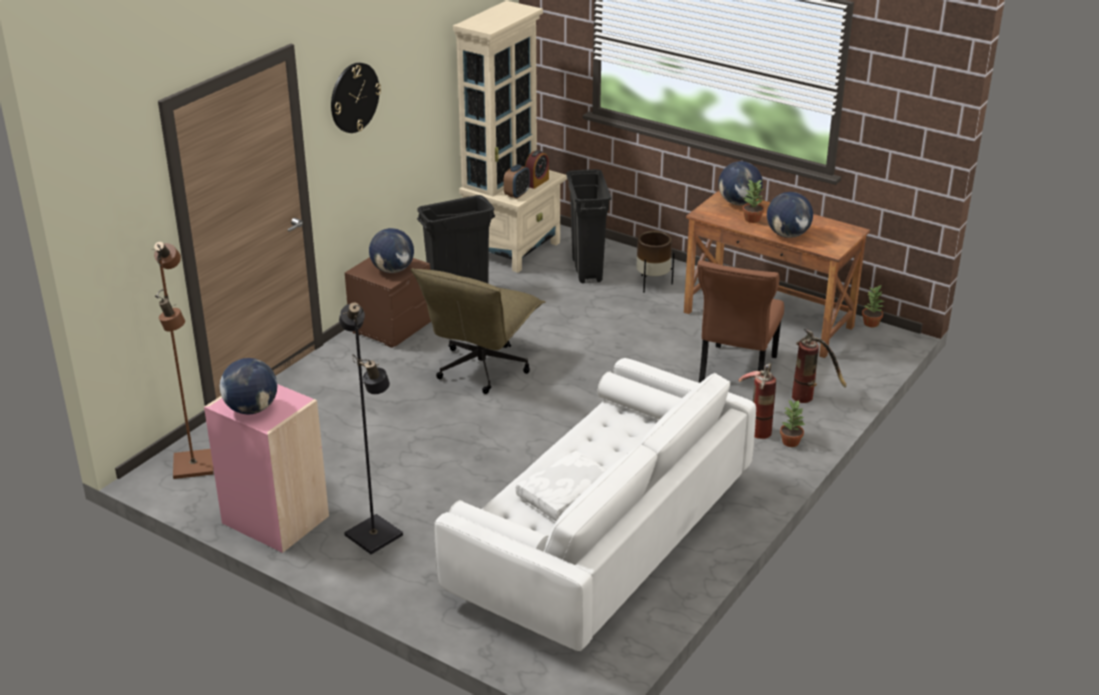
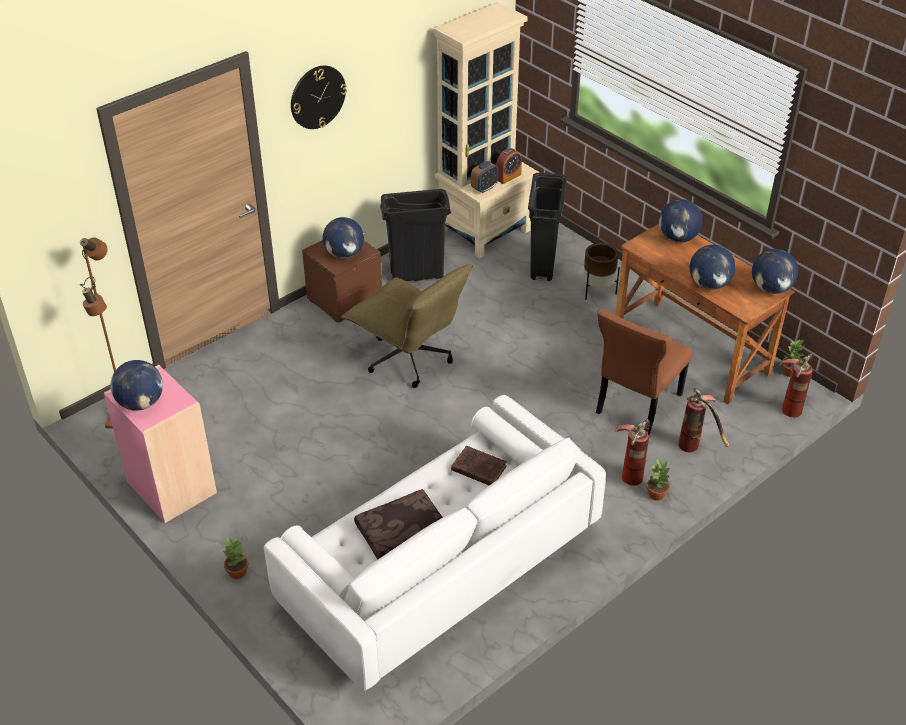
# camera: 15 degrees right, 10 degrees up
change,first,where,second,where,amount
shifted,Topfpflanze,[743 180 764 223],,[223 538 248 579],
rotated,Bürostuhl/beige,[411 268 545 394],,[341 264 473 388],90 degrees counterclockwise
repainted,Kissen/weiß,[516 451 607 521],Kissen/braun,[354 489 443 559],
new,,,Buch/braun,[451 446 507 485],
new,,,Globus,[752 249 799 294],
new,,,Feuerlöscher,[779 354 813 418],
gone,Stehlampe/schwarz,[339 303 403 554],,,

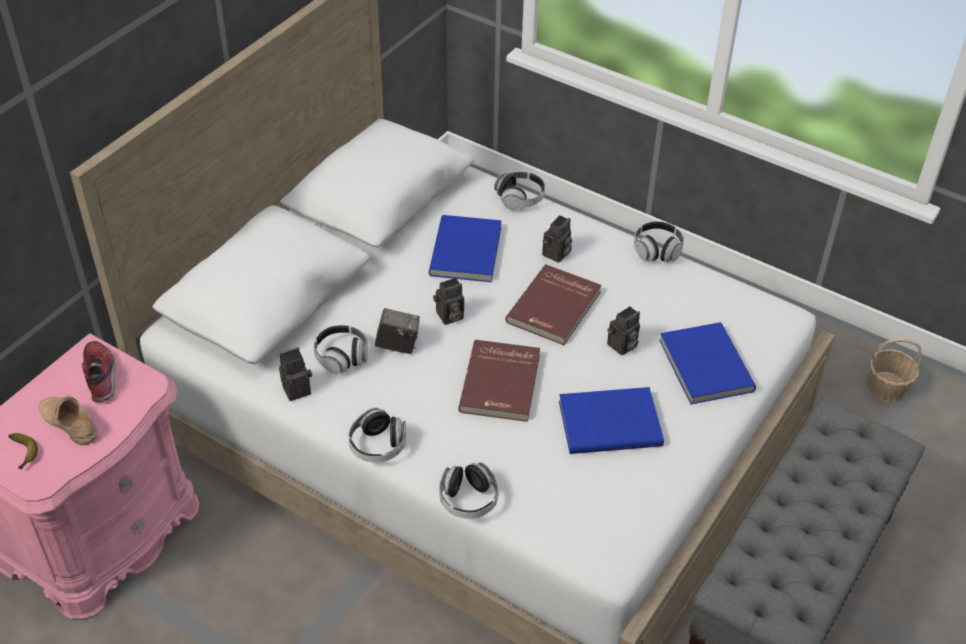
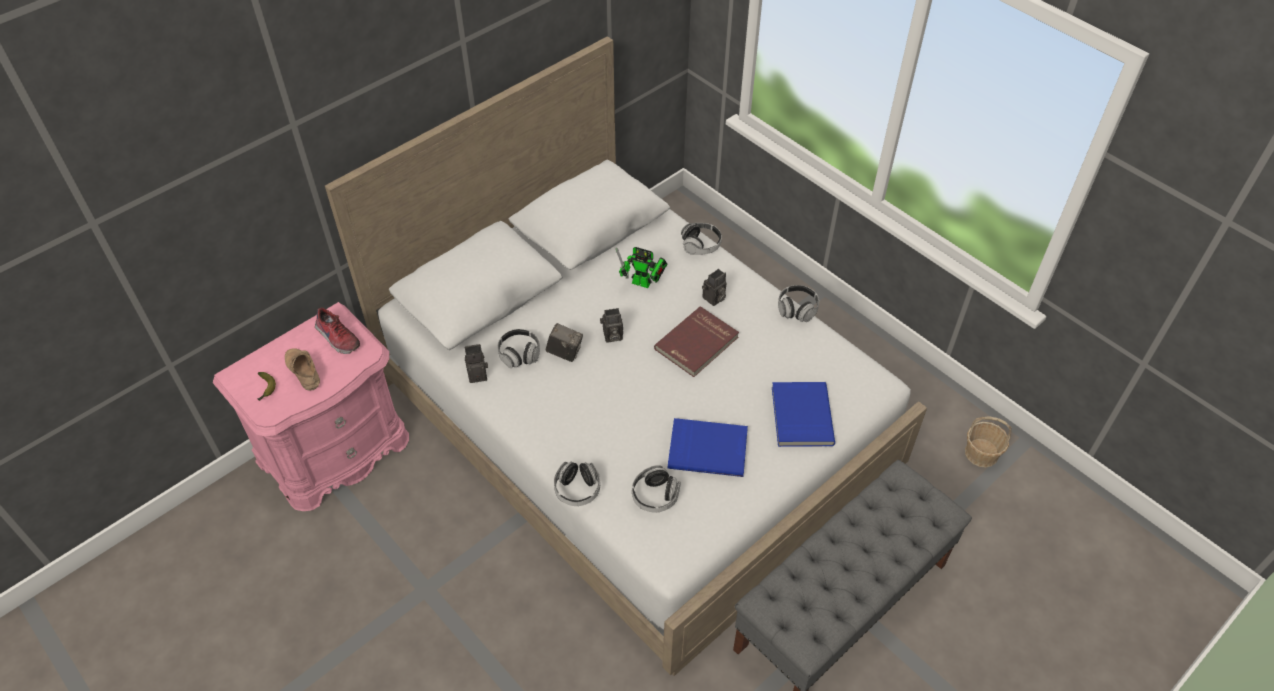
# camera: 15 degrees right, 5 degrees up
change,first,where,second,where,amount
rotated,Schuh,[82 341 116 403],,[315 308 360 354],135 degrees clockwise
swapped,Buch/blau,[429 215 501 282],Spielzeugroboter,[616 247 667 288],
shifted,Kopfhörer,[348 408 406 462],,[632 465 681 513],
gone,Buch/rot,[458 340 540 422],,,
gone,Kamera,[607 306 640 355],,,

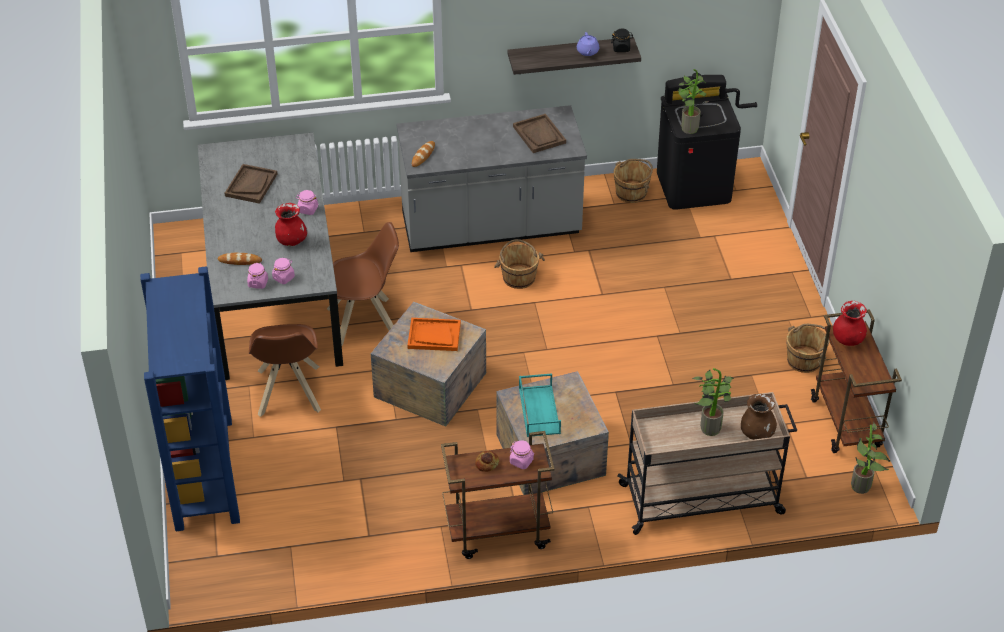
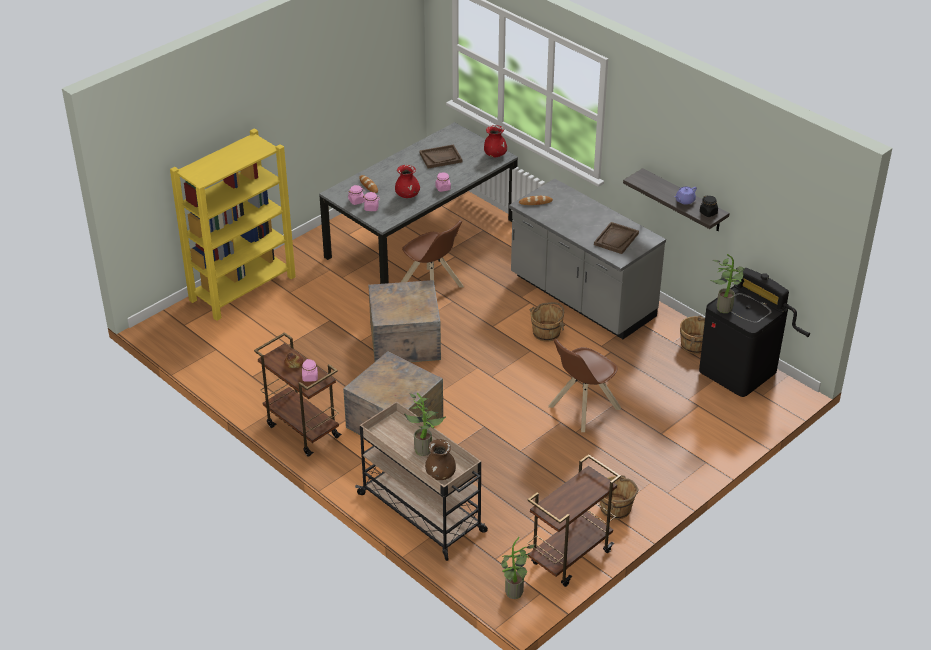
# camera: 55 degrees right, 5 degrees down
change,first,where,second,where,amount
repainted,Bücherregal/blau,[140 267 240 531],Bücherregal/gelb,[170 128 296 321],
shifted,Vase/rot,[833 301 867 346],,[484 125 507 157],
shifted,Stuhl/braun,[249 324 321 417],,[549 339 621 432],
gone,Tablett/orange,[407 318 461 351],,,
gone,Tablett/türkis,[519 373 561 437],,,

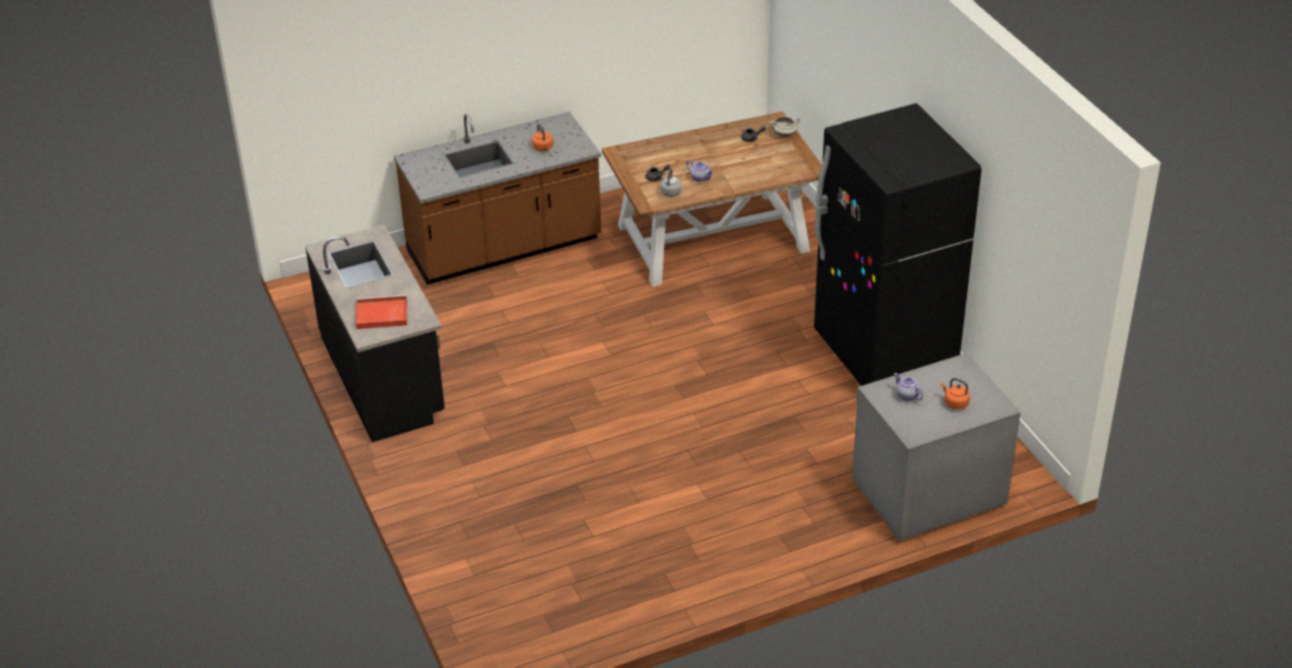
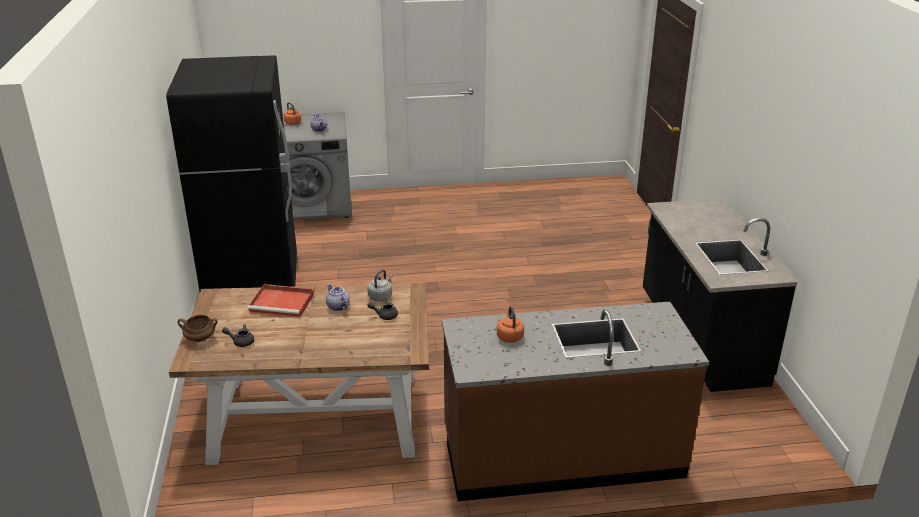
# camera: 165 degrees left, 10 degrees down
change,first,where,second,where,amount
repainted,Kochtopf/weiß,[770 116 800 138],Kochtopf/braun,[178 315 218 342],
shifted,Tablett/rot,[356 295 407 329],,[248 284 314 318],

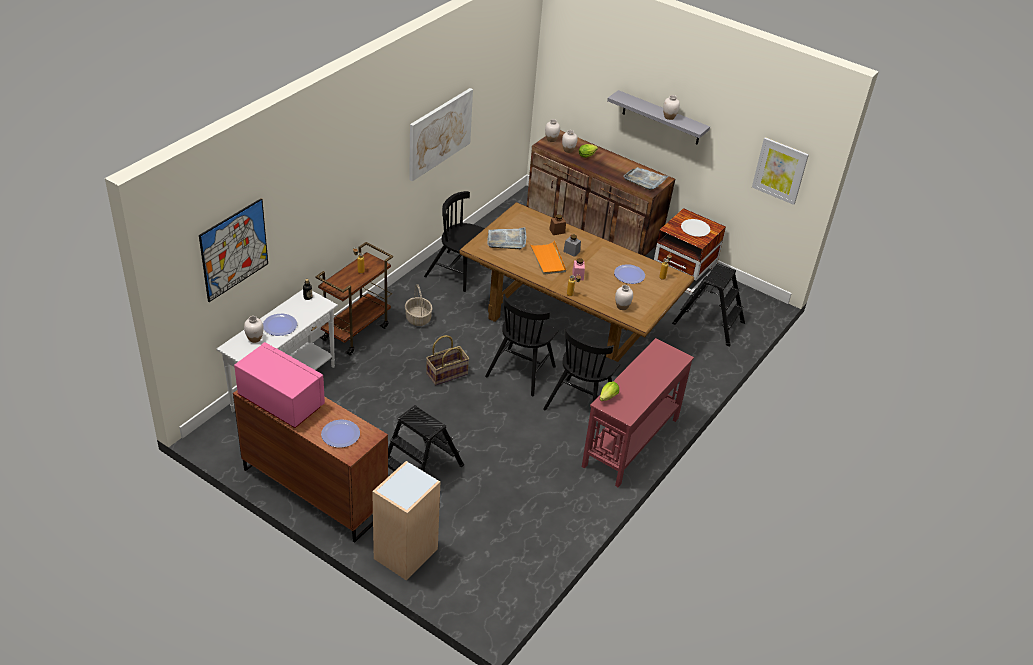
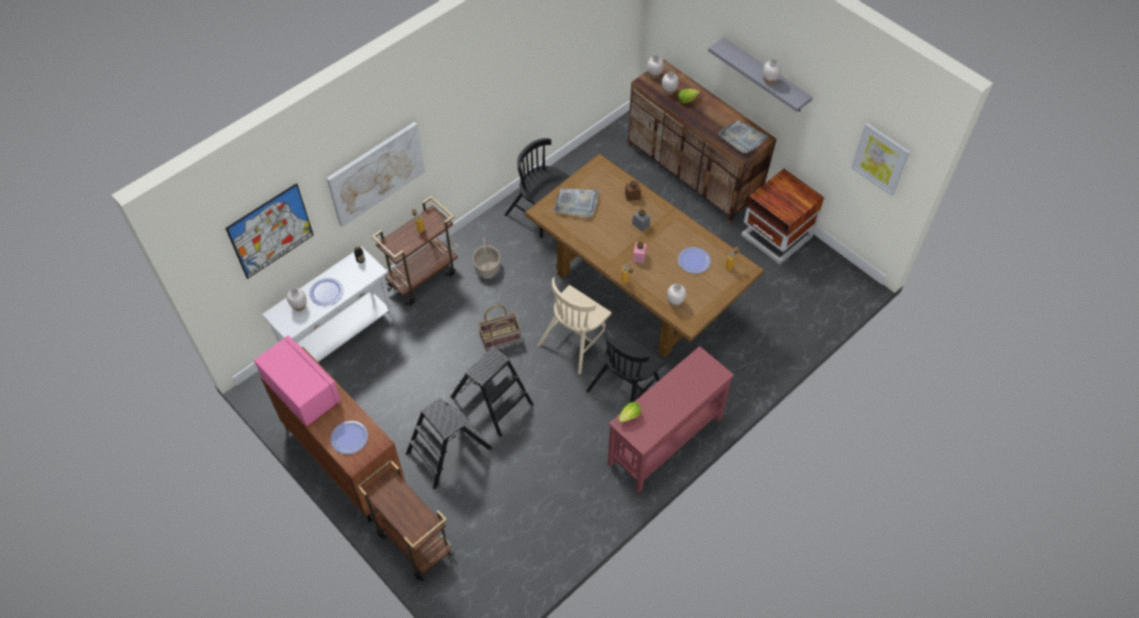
# camera: 15 degrees right, 15 degrees up
change,first,where,second,where,amount
shifted,Bild,[409 88 473 182],,[326 122 425 227],
swapped,Bücherregal,[372 461 440 581],Rollwagen/braun,[357 460 455 582],
shifted,Trittleiter/schwarz,[672 263 745 347],,[450 346 534 437],
repainted,Stuhl/schwarz,[485 294 559 396],Stuhl/beige,[538 277 612 374],
gone,Tablett/orange,[529 240 566 275],,,
gone,Teller/weiß,[681 219 710 237],,,

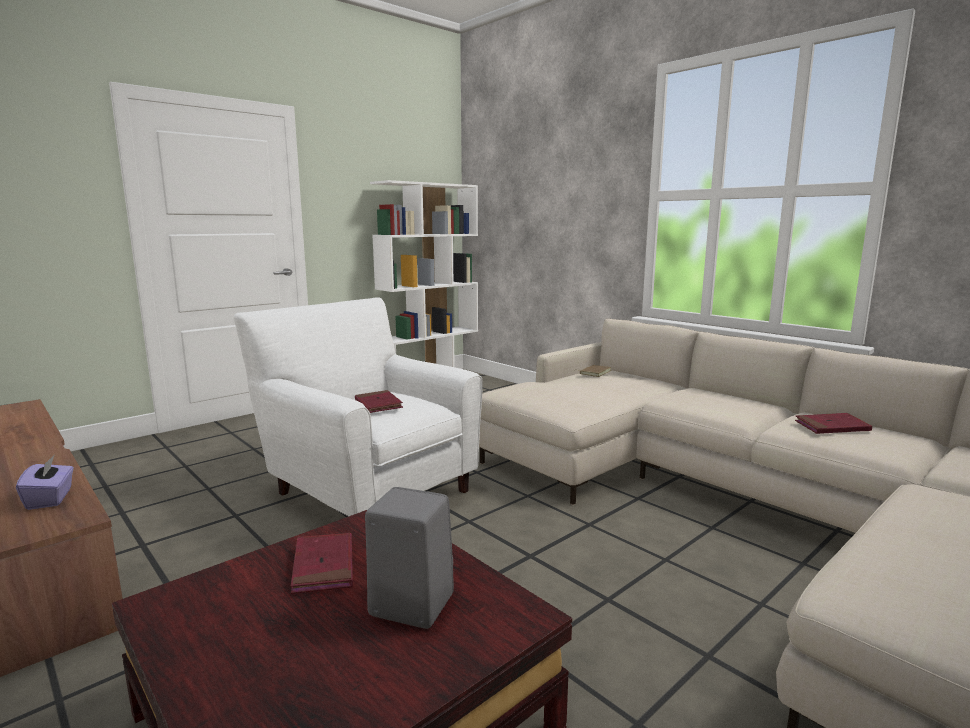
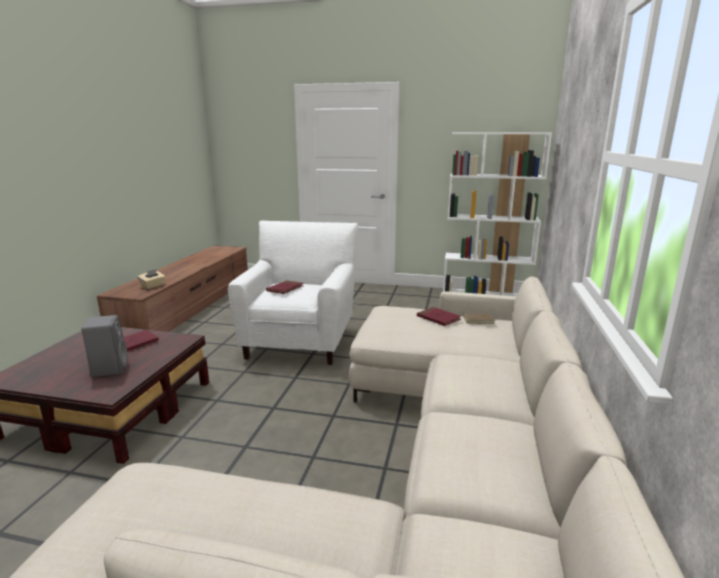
# camera: 55 degrees right, 5 degrees up
change,first,where,second,where,amount
repainted,Taschentuchbox/lila,[16 454 74 510],Taschentuchbox/beige,[138 269 166 289],
shifted,Buch/rot,[795 413 872 434],,[417 307 461 326],

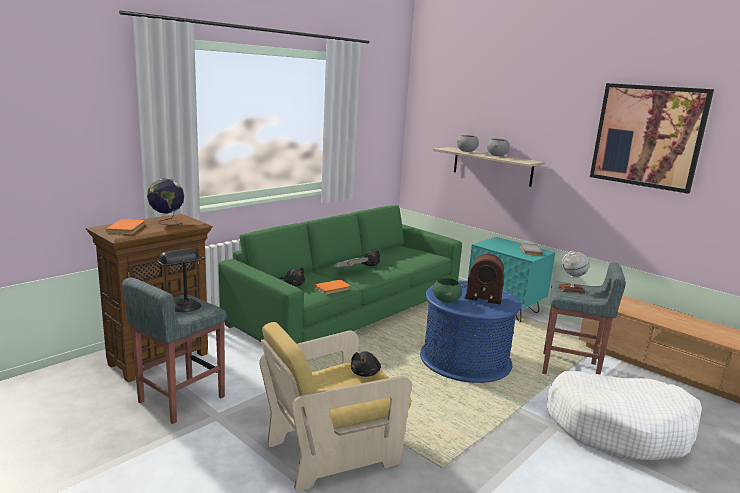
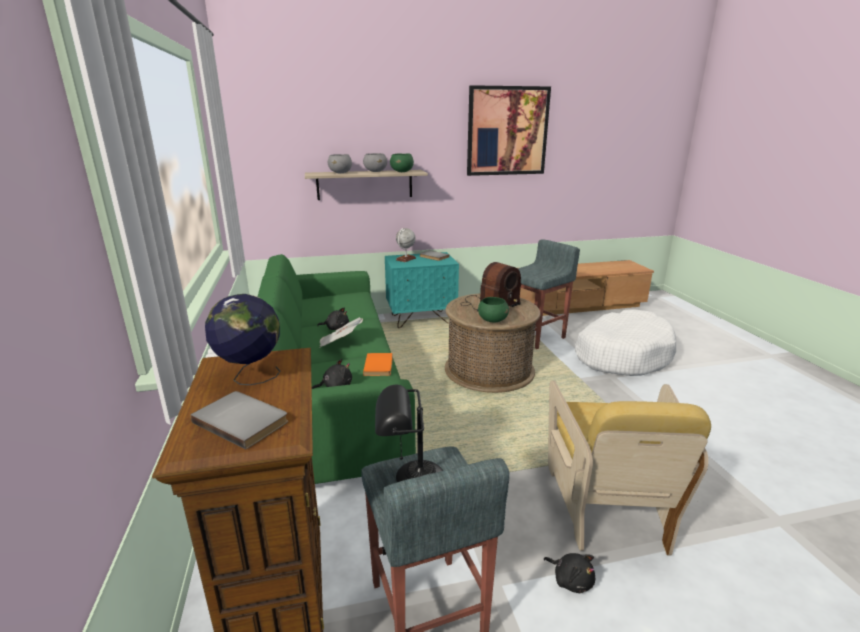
# camera: 55 degrees left, 5 degrees up
change,first,where,second,where,amount
repainted,Buch/orange,[106 219 145 234],Buch/grau,[190 391 288 449],
new,,,Schüssel/grün,[390 154 414 172],
shifted,Globus,[558 251 590 293],,[396 228 416 262],
repainted,Couchtisch/blau,[420 281 521 383],Couchtisch/braun,[445 294 541 393],
shifted,Plüschtier/schwarz,[351 351 381 377],,[544 553 595 593],

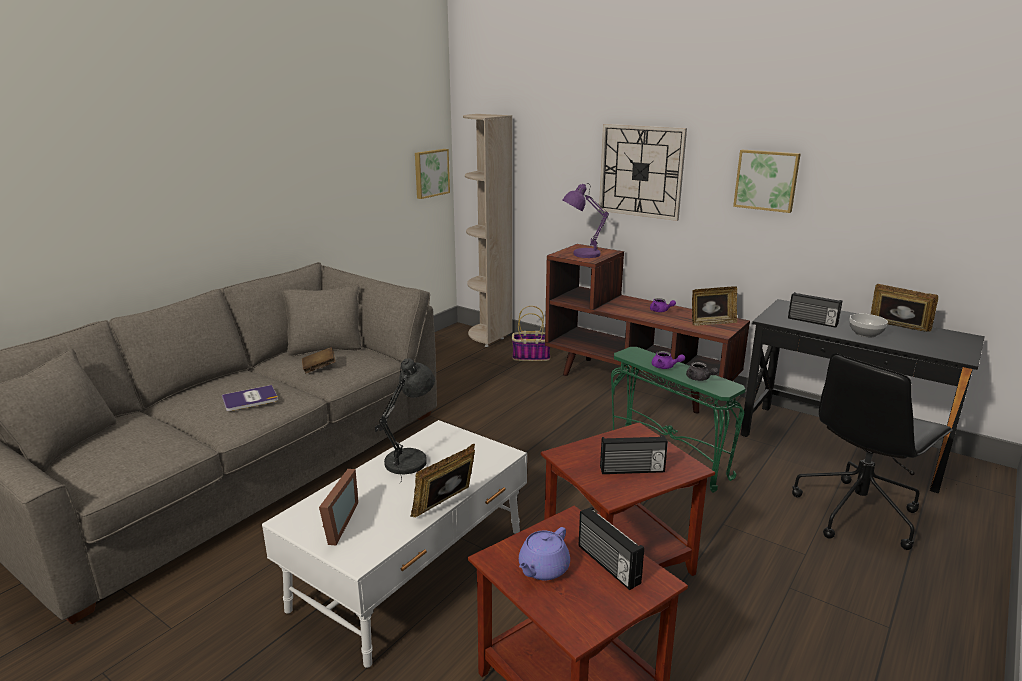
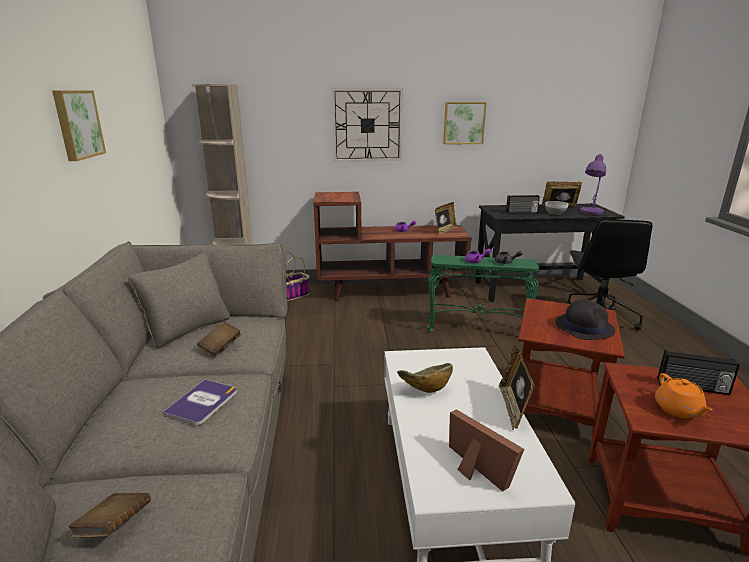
# camera: 40 degrees left, 0 degrees up
change,first,where,second,where,amount
shifted,Bild,[415 149 450 199],,[52 90 106 161],
new,,,Buch/braun,[68 493 151 537],
swapped,Tischlampe/grau,[379 358 435 483],Schüssel,[397 363 453 393],
swapped,Radio,[600 435 668 474],Hut/schwarz,[555 299 615 340],
shifted,Tischlampe/lila,[563 184 609 258],,[580 154 606 215],
repainted,Teekanne/lila,[519 527 570 580],Teekanne/orange,[655 373 713 419],

